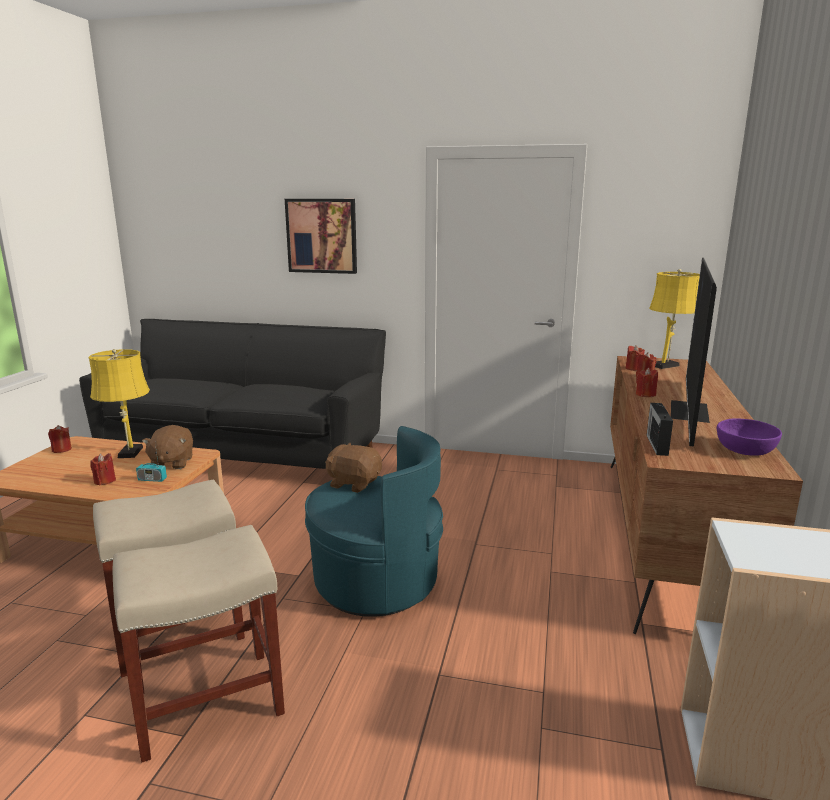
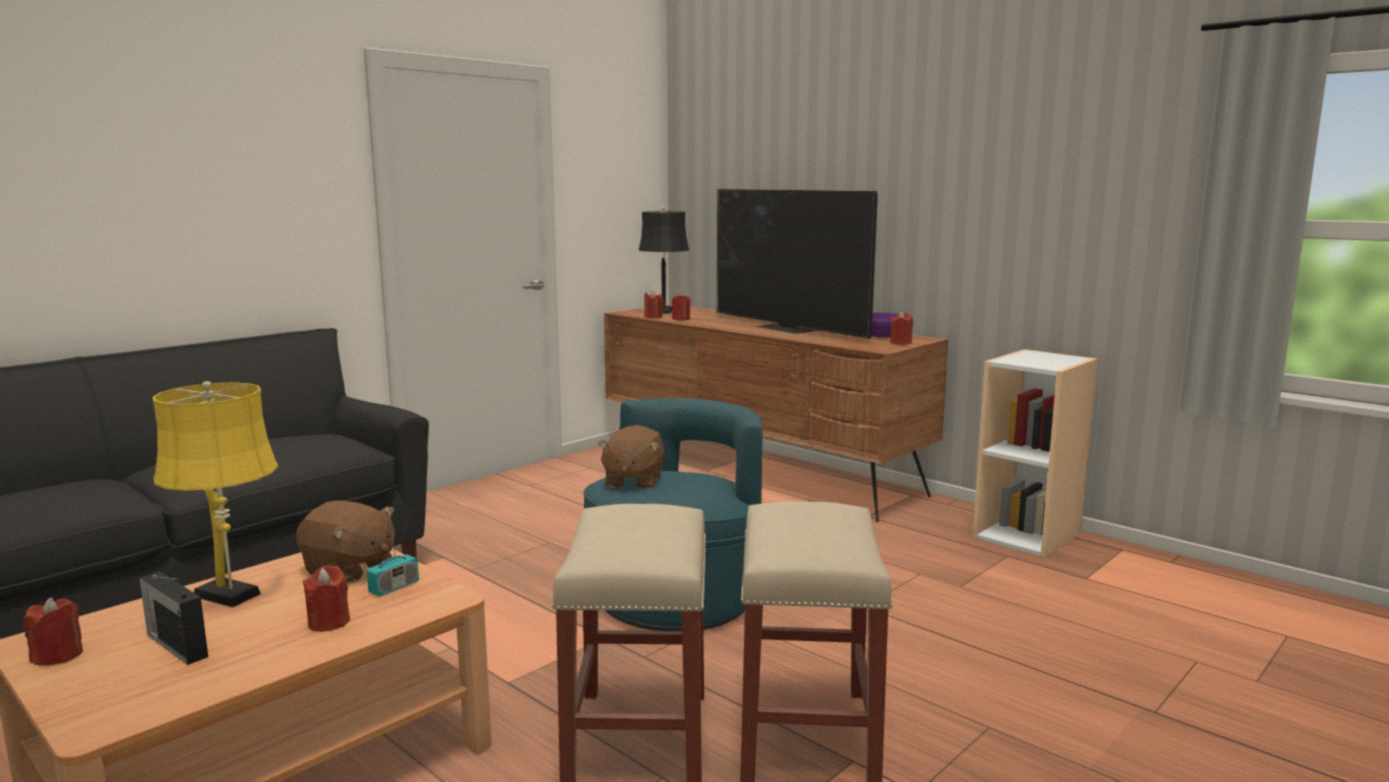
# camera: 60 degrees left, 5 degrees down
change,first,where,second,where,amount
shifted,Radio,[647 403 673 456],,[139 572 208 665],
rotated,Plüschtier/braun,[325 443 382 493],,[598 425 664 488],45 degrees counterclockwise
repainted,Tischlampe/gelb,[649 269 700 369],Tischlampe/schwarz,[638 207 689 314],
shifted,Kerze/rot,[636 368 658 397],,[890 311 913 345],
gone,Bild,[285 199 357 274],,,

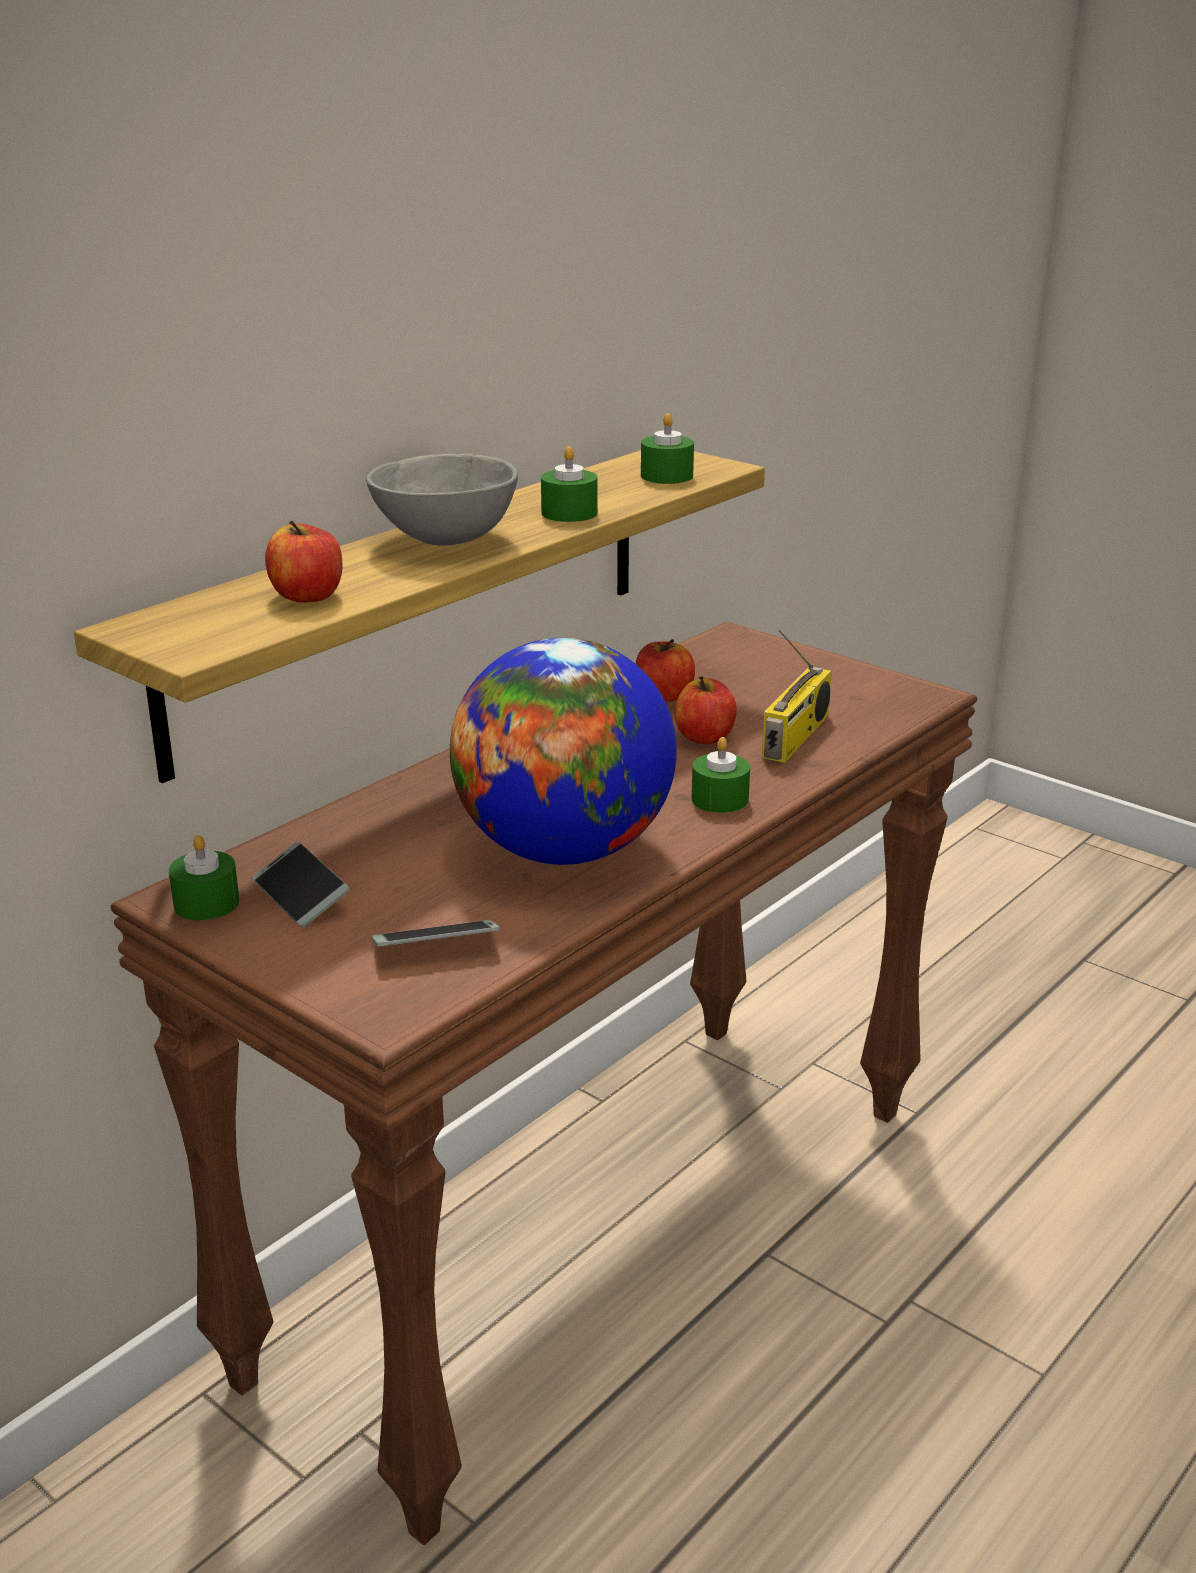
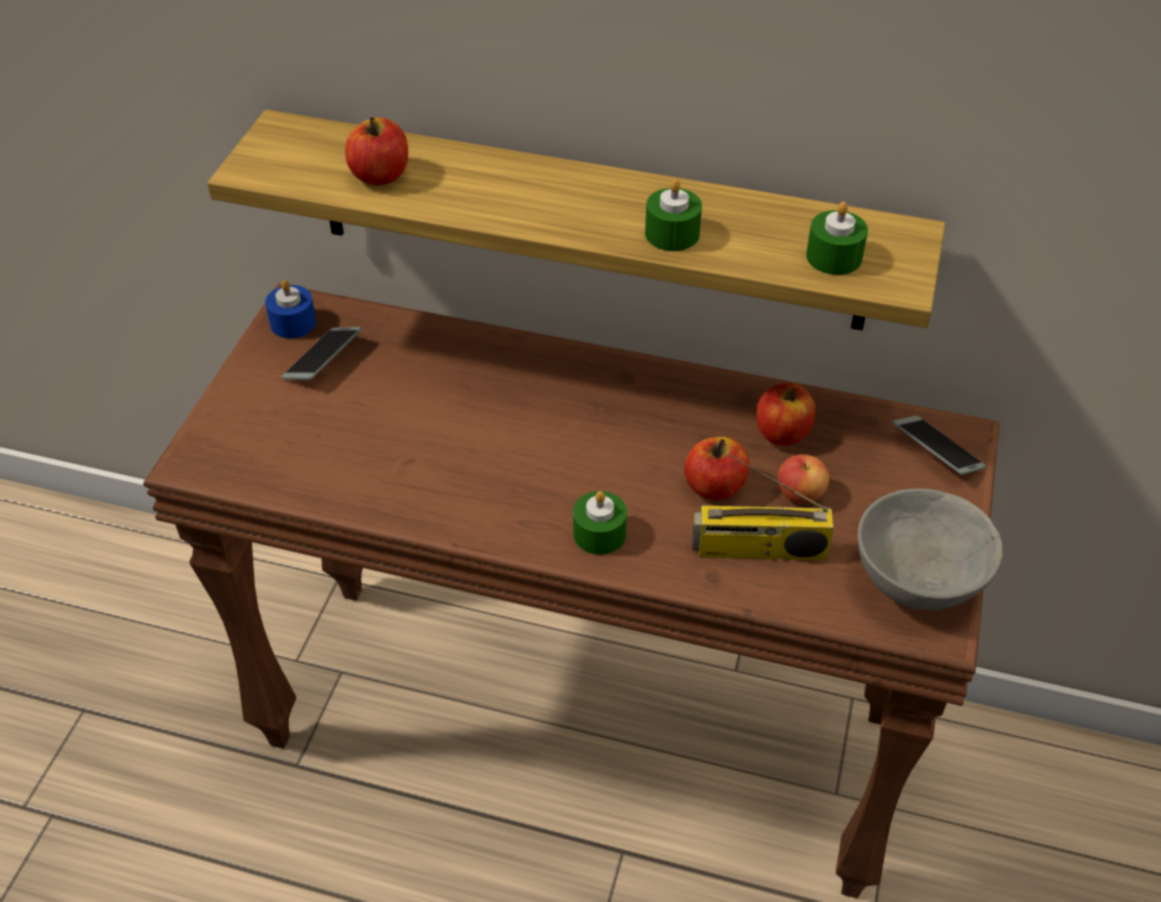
# camera: 65 degrees right, 20 degrees up
change,first,where,second,where,amount
repainted,Kerze/grün,[169 835 239 920],Kerze/blau,[265 280 316 338],
new,,,Apfel,[778 454 829 504],
shifted,Schüssel/grau,[366 454 518 546],,[857 488 1003 610],
shifted,Handy,[371 920 500 947],,[892 416 986 475],
gone,Globus,[450 638 677 865],,,

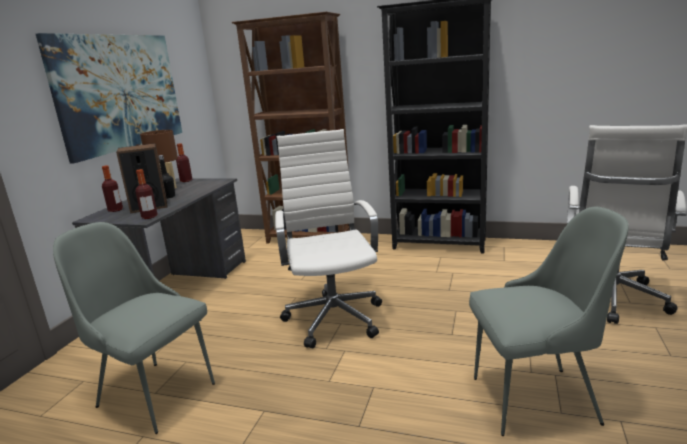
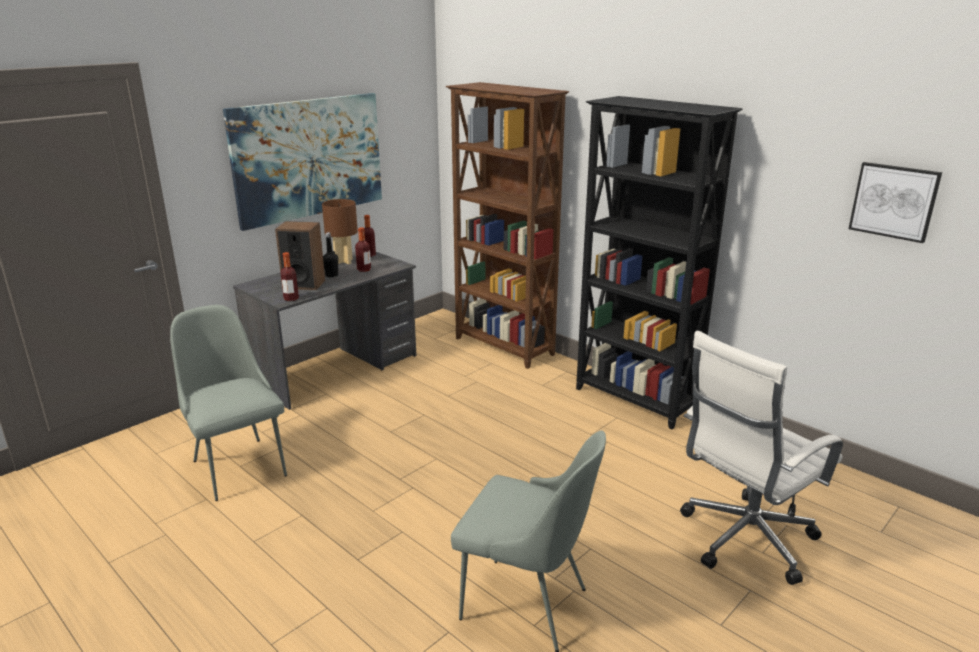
# camera: 25 degrees right, 5 degrees up
change,first,where,second,where,amount
shifted,Flasche,[102 165 123 212],,[355 227 371 272],
new,,,Bild,[849 162 942 243],
gone,Bürostuhl/weiß,[275 129 382 348],,,

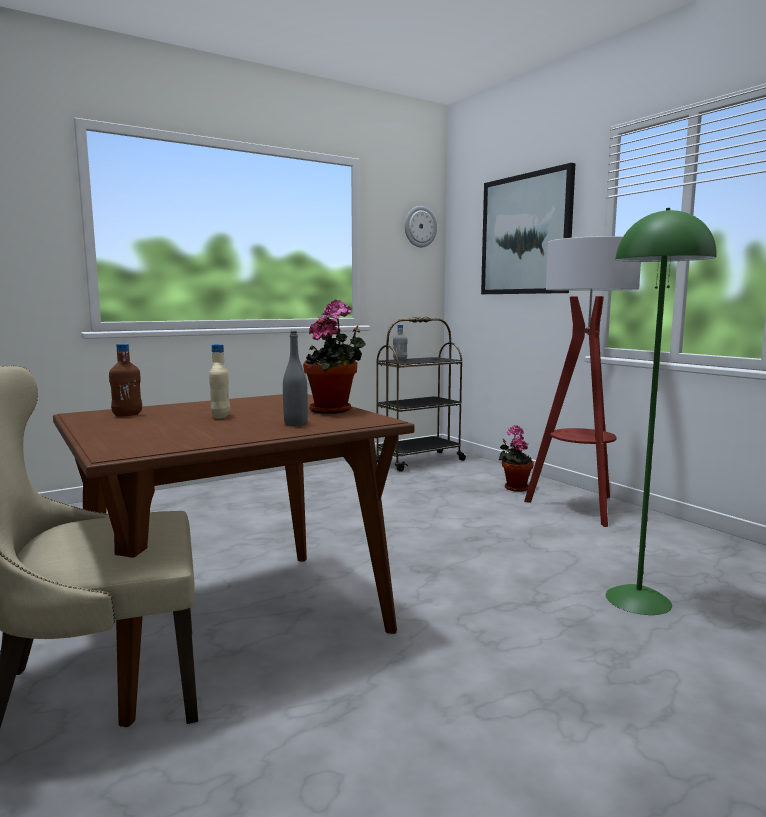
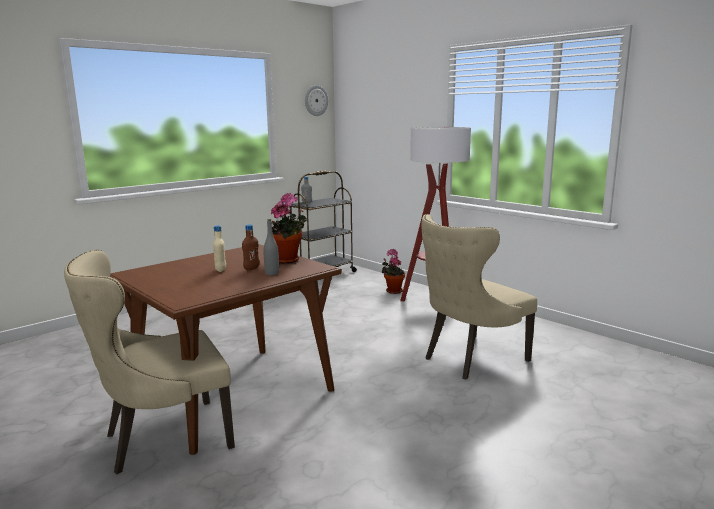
# camera: 10 degrees left, 5 degrees up
change,first,where,second,where,amount
shifted,Flasche/braun,[109 343 142 417],,[242 224 259 270],
swapped,Stehlampe/grün,[606 208 717 615],Stuhl/beige,[421 214 537 380],
gone,Bild,[481 163 575 294],,,

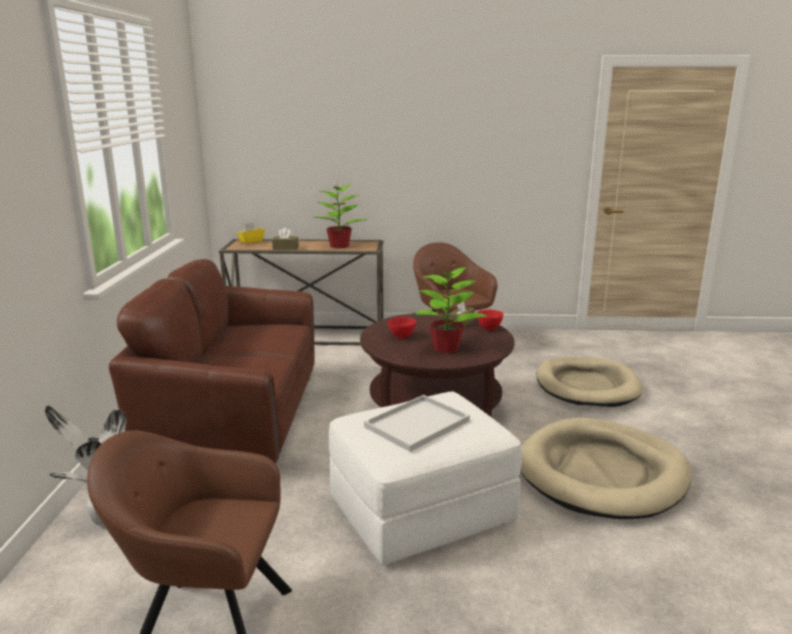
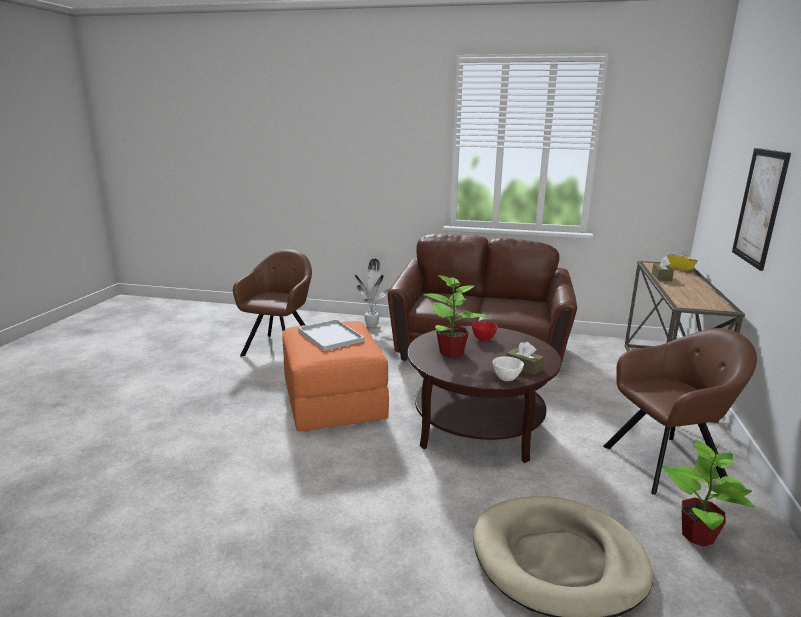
# camera: 100 degrees right, 0 degrees up
change,first,where,second,where,amount
repainted,Polsterhocker/weiß,[329 392 522 566],Polsterhocker/orange,[282 321 389 431],
repainted,Schüssel/rot,[477 309 504 330],Schüssel/weiß,[493 356 524 381],
shifted,Topfpflanze,[314 183 368 249],,[662 440 755 546],
new,,,Bild,[732 148 791 271],
gone,Hundebett/beige,[520 418 691 519],,,

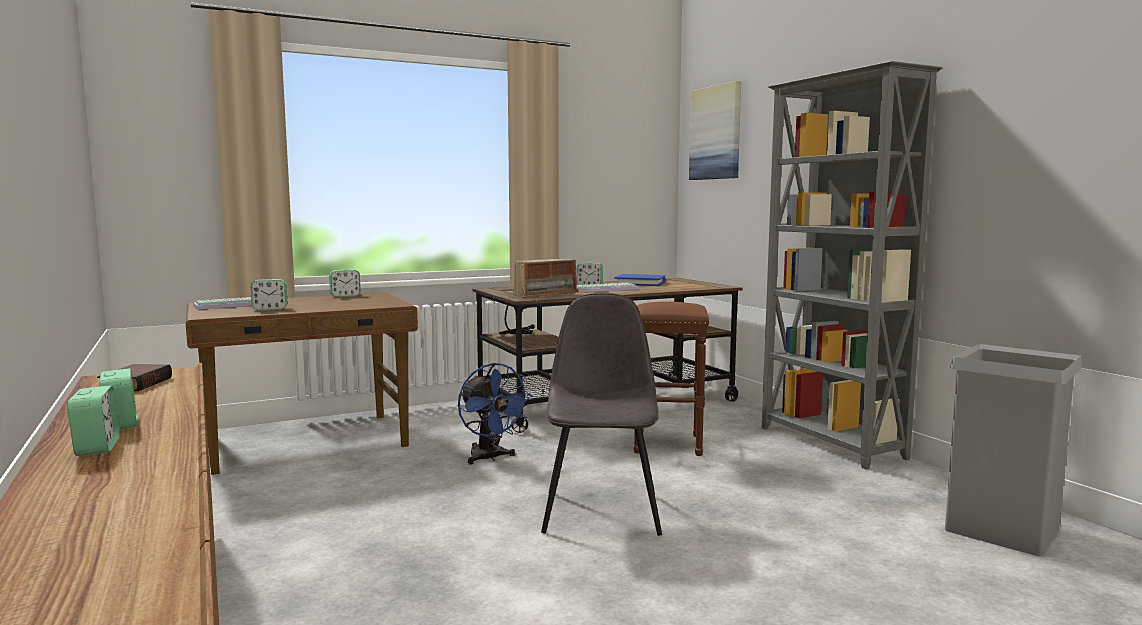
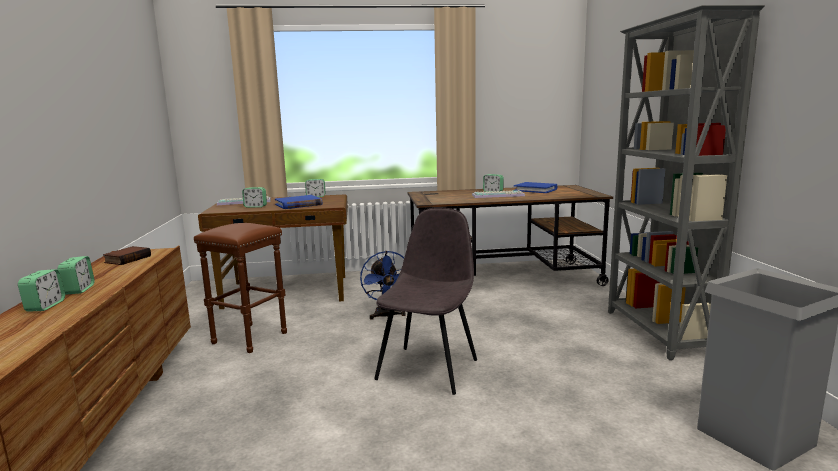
# camera: 20 degrees right, 5 degrees up
change,first,where,second,where,amount
shifted,Hocker/braun,[634 301 709 456],,[194 223 287 353],
new,,,Buch/blau,[275 195 322 209],
gone,Radio,[512 258 579 297],,,
gone,Bild,[689 81 741 180],,,

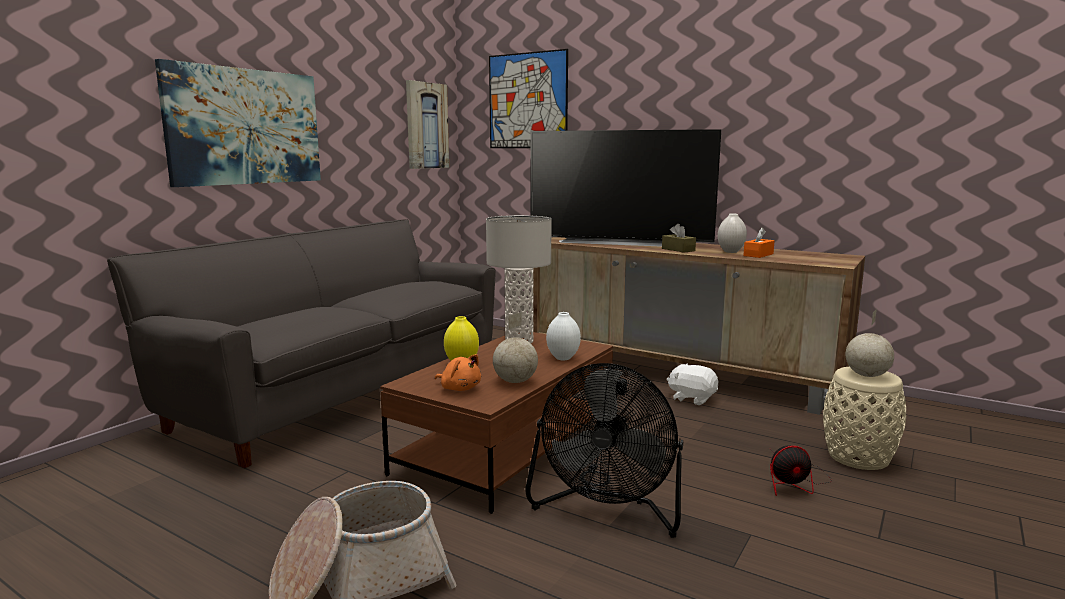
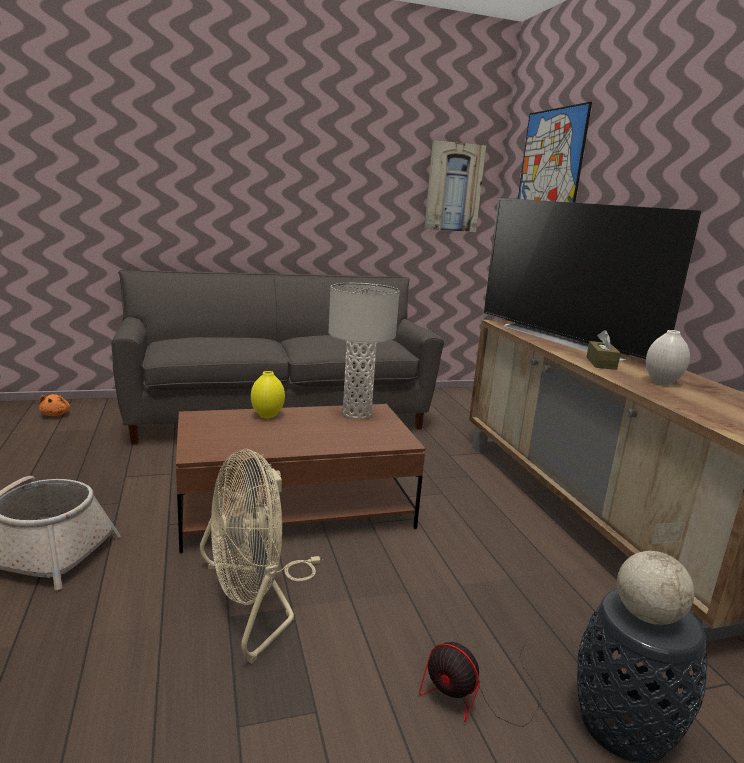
# camera: 40 degrees right, 5 degrees up
change,first,where,second,where,amount
shifted,Plüschtier/orange,[435 354 481 391],,[39 394 70 416],
repainted,Ventilator/schwarz,[525 363 683 538],Ventilator/beige,[200 449 323 664],
repainted,Hocker/beige,[823 367 906 470],Hocker/schwarz,[577 589 707 763],
gone,Bild,[155 59 321 187],,,
gone,Globus,[493 312 538 383],,,
gone,Vase/weiß,[546 312 581 360],,,
gone,Plüschtier/weiß,[667 363 718 405],,,
gone,Taschentuchbox/orange,[743 228 774 258],,,

